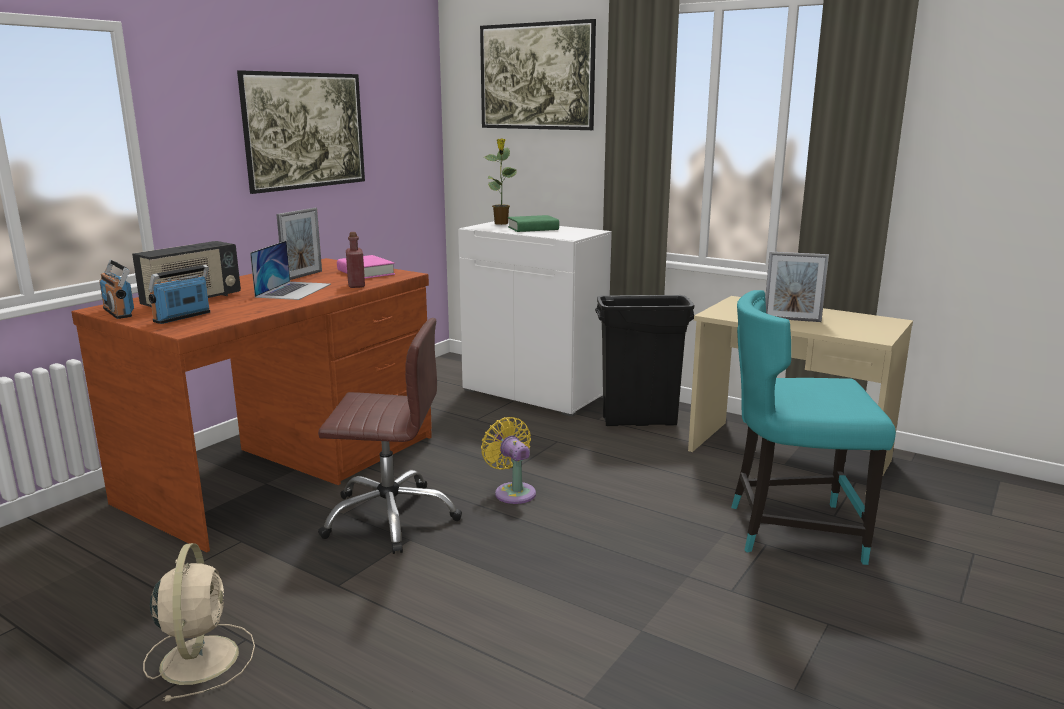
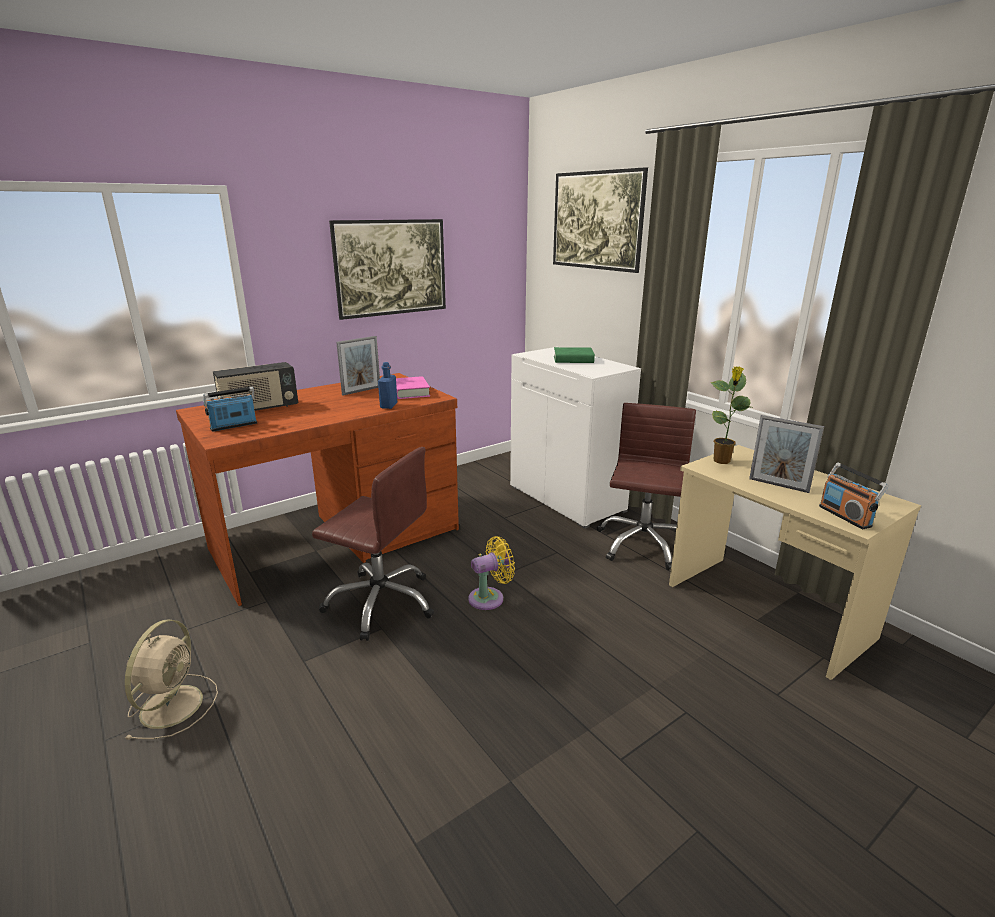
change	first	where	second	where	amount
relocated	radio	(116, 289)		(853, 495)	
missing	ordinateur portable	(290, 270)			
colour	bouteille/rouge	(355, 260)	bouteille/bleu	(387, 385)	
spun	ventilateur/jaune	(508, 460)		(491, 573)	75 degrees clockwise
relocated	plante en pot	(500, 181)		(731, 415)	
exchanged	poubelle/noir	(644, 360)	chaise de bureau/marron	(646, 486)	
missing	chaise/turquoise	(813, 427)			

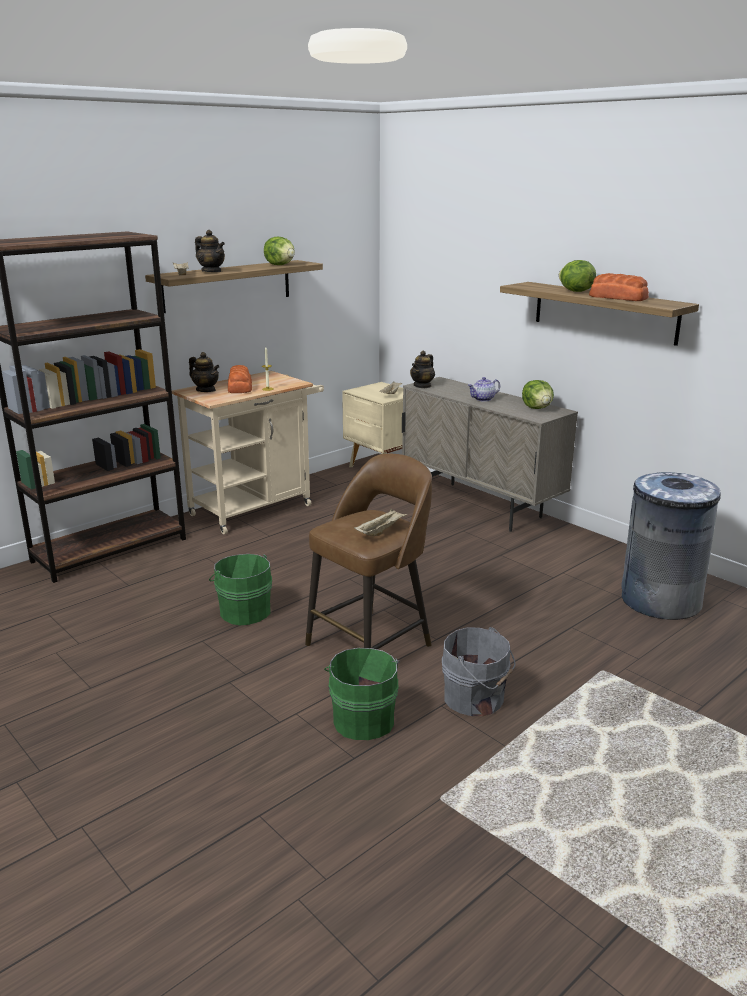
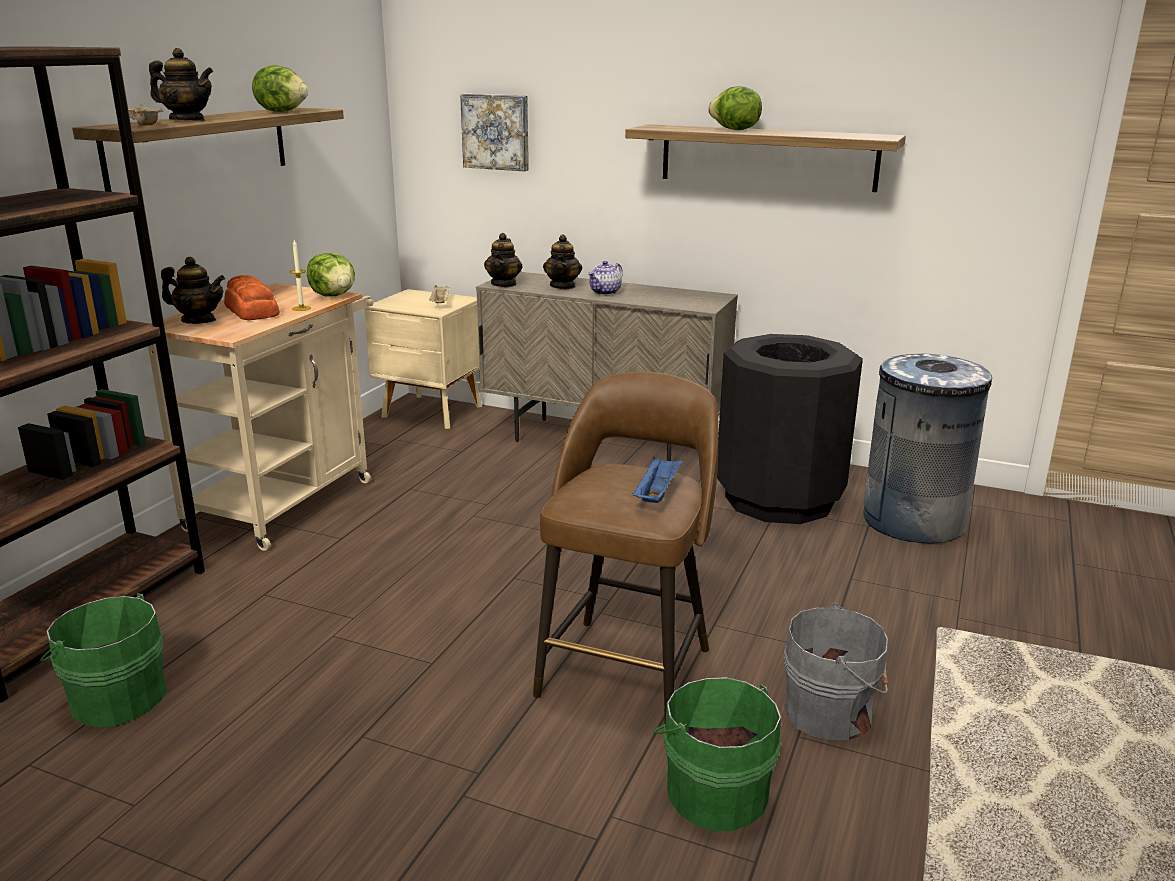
change	first	where	second	where	amount
relocated	seau/vert	(240, 589)		(103, 660)	
colour	plateau/beige	(381, 522)	plateau/bleu	(658, 479)	
relocated	laitue	(538, 394)		(331, 275)	
missing	pain	(619, 287)			
appeared			tableau	(494, 132)	
appeared			théière	(562, 261)	
appeared			poubelle/noir	(790, 429)	

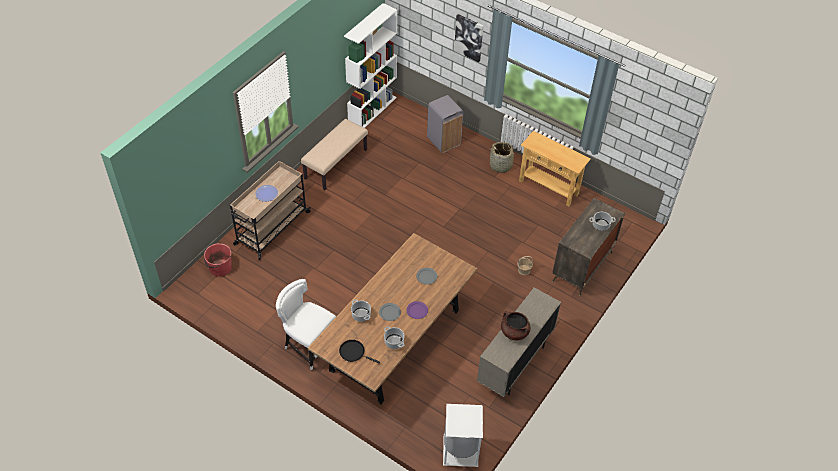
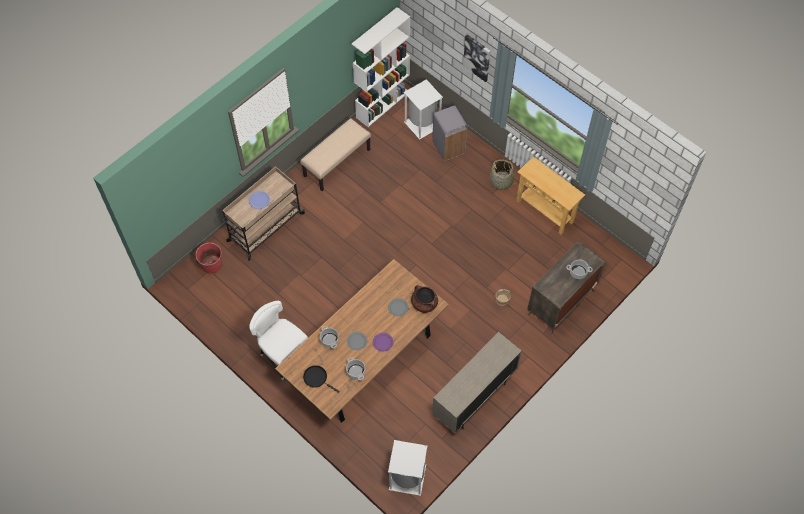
change	first	where	second	where	amount
relocated	marmite/marron	(516, 326)		(424, 299)	
appeared			poubelle/blanc	(423, 109)	

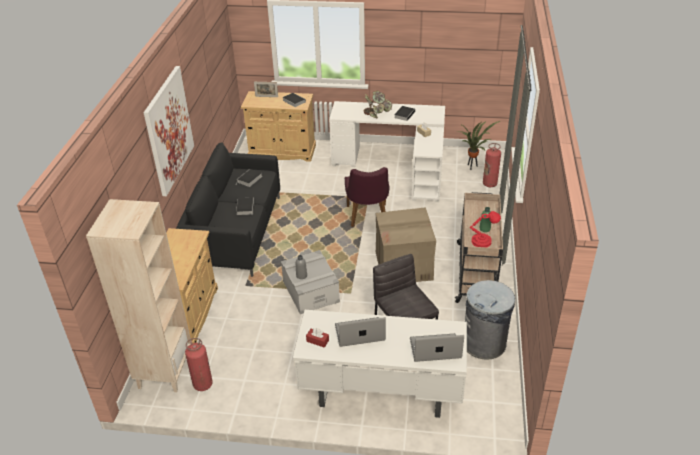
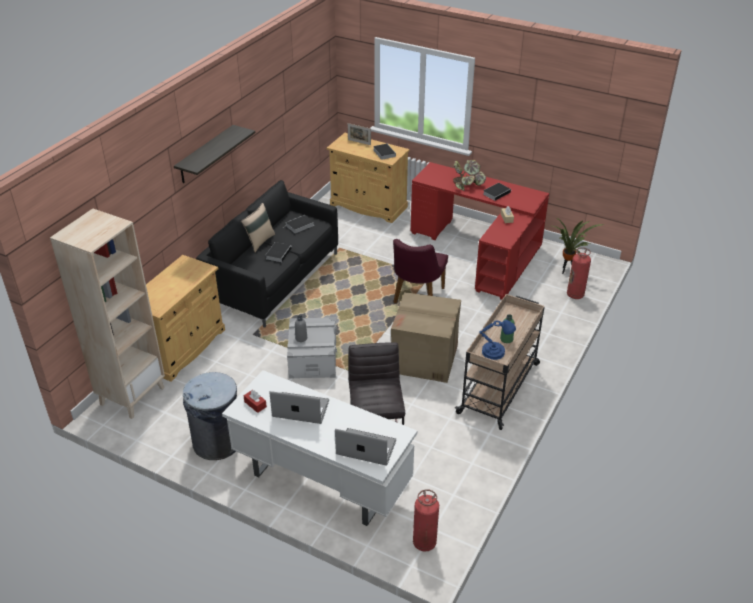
change	first	where	second	where	amount
exchanged	tableau	(168, 131)	étagère	(214, 154)	
relocated	extincteur	(199, 364)		(426, 520)	
colour	bureau/blanc	(387, 151)	bureau/rouge	(480, 231)	
relocated	poubelle/gris	(490, 320)		(210, 416)	
colour	lampe de table/rouge	(485, 229)	lampe de table/bleu	(497, 340)	
appeared			coussin/beige	(258, 227)	

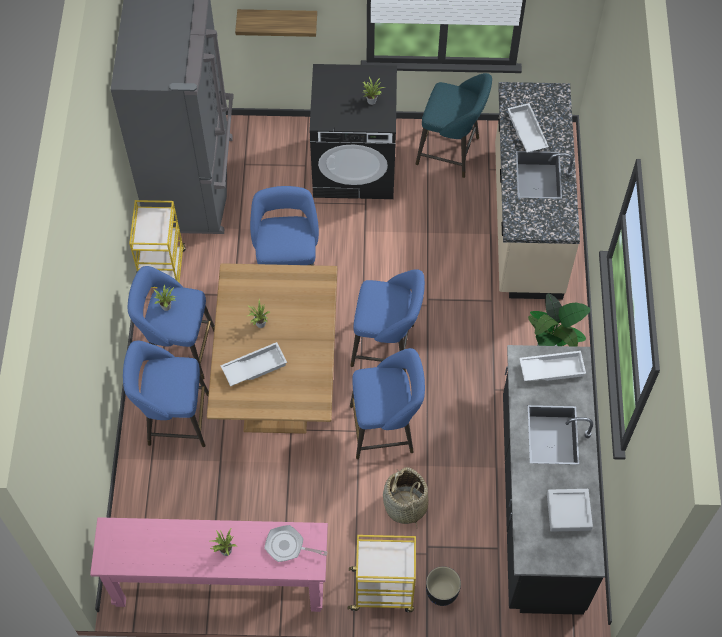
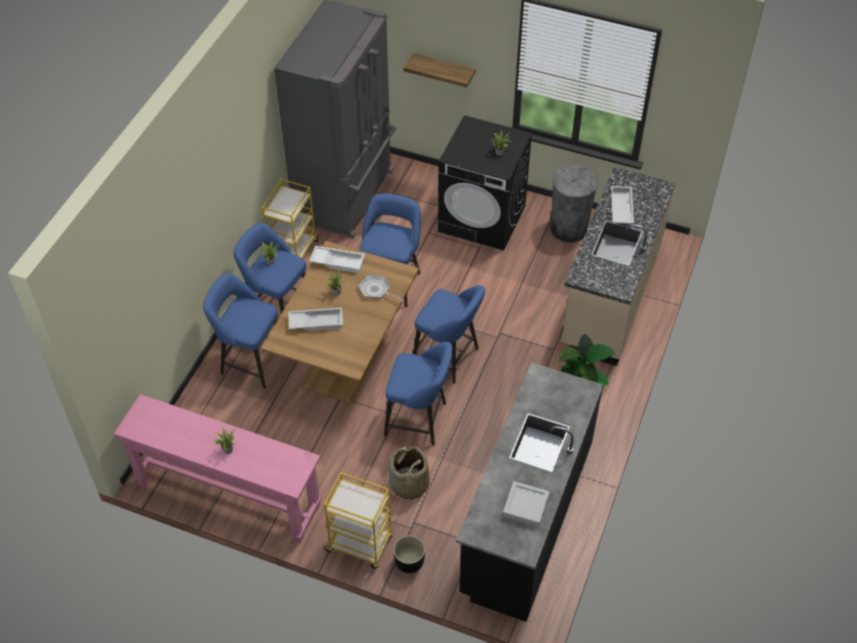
change	first	where	second	where	amount
relocated	poêle	(296, 543)		(381, 288)	
exchanged	tabouret/turquoise	(454, 125)	poubelle/gris	(574, 203)	
relocated	plateau/blanc	(552, 366)		(337, 259)	

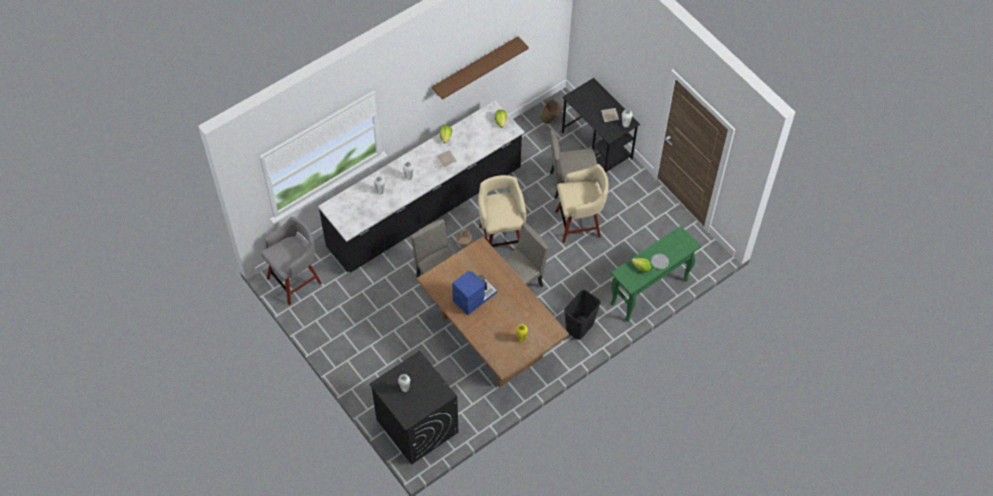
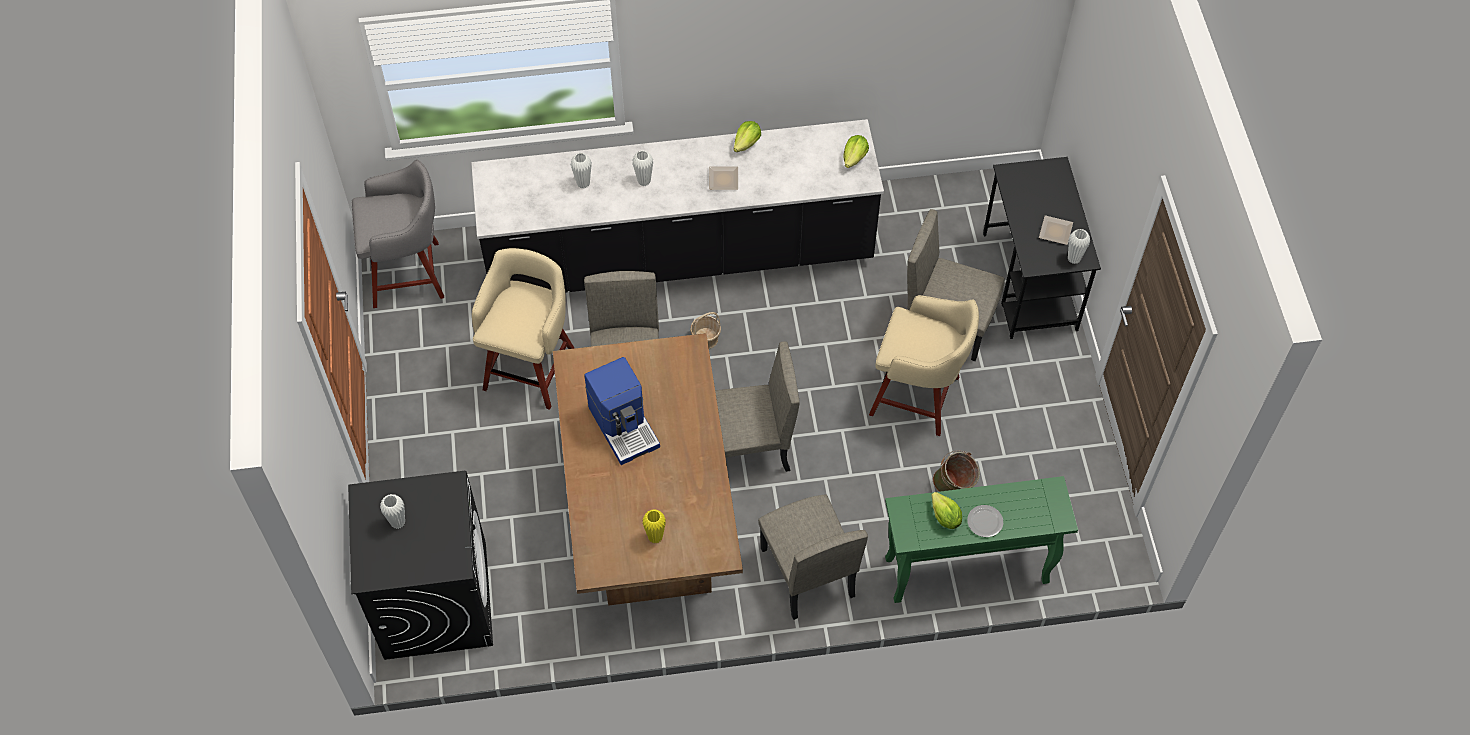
change	first	where	second	where	amount
missing	étagère/marron	(480, 68)			
spun	machine à café	(474, 293)		(622, 411)	75 degrees clockwise
relocated	tabouret/beige	(502, 211)		(523, 329)	
relocated	seau/vert	(551, 111)		(956, 471)	
exchanged	poubelle/noir	(582, 314)	chaise/beige	(813, 557)	

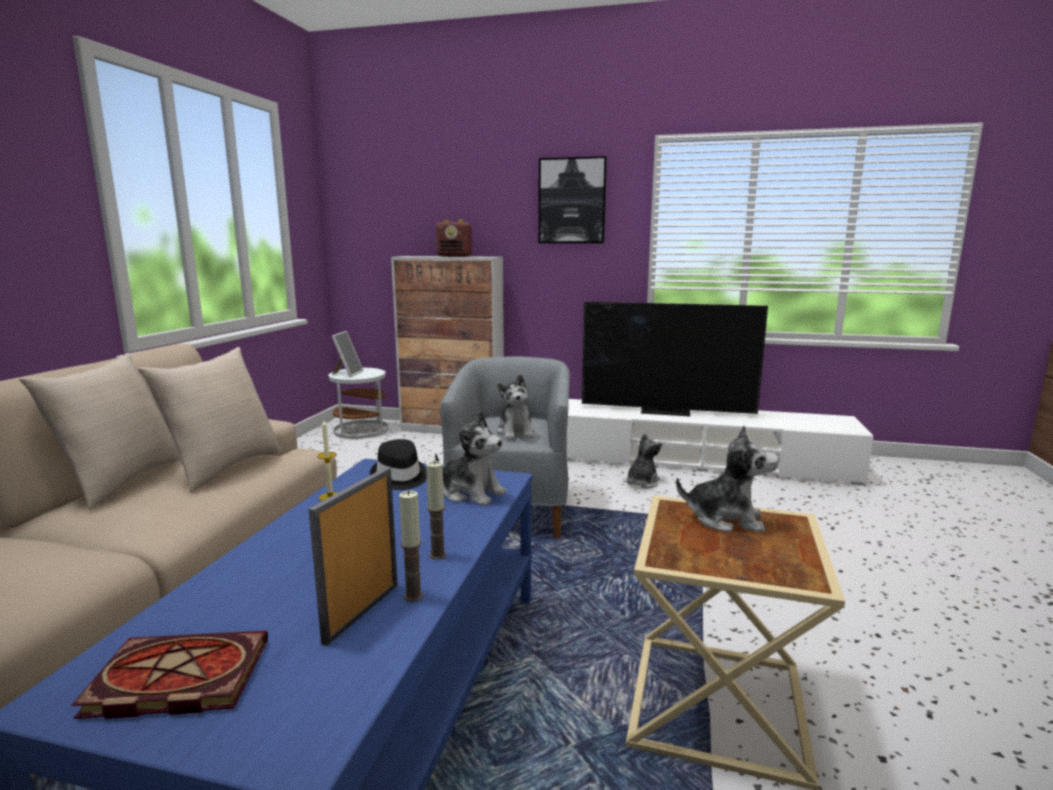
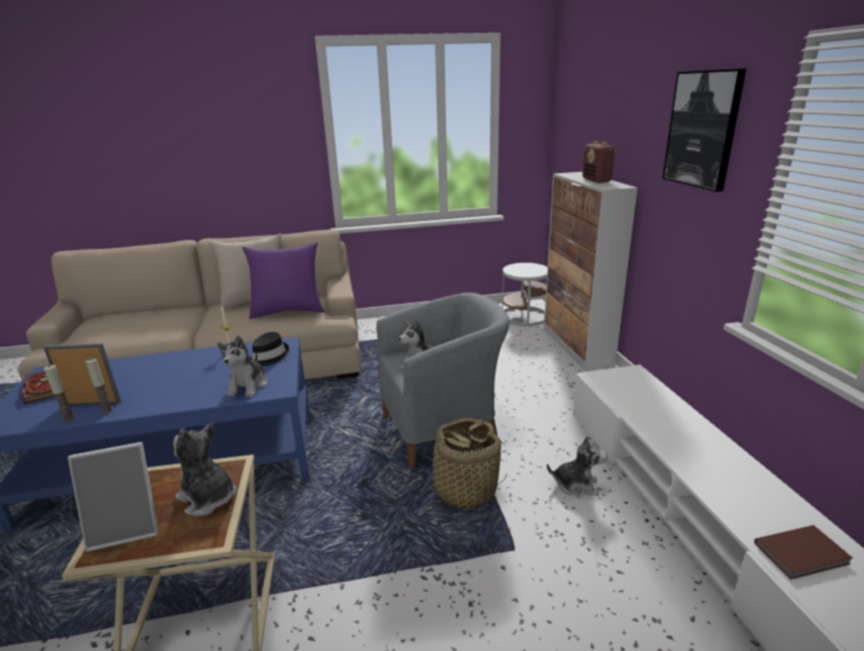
change	first	where	second	where	amount
colour	coussin/beige	(209, 419)	coussin/violet	(283, 280)	
relocated	cadre photo	(347, 354)		(113, 497)	
relocated	bougie	(436, 510)		(59, 393)	
missing	téléviseur	(675, 359)			
spun	peluche	(727, 479)		(205, 469)	135 degrees clockwise
appeared			panier	(461, 464)	
appeared			livre/marron	(803, 552)	

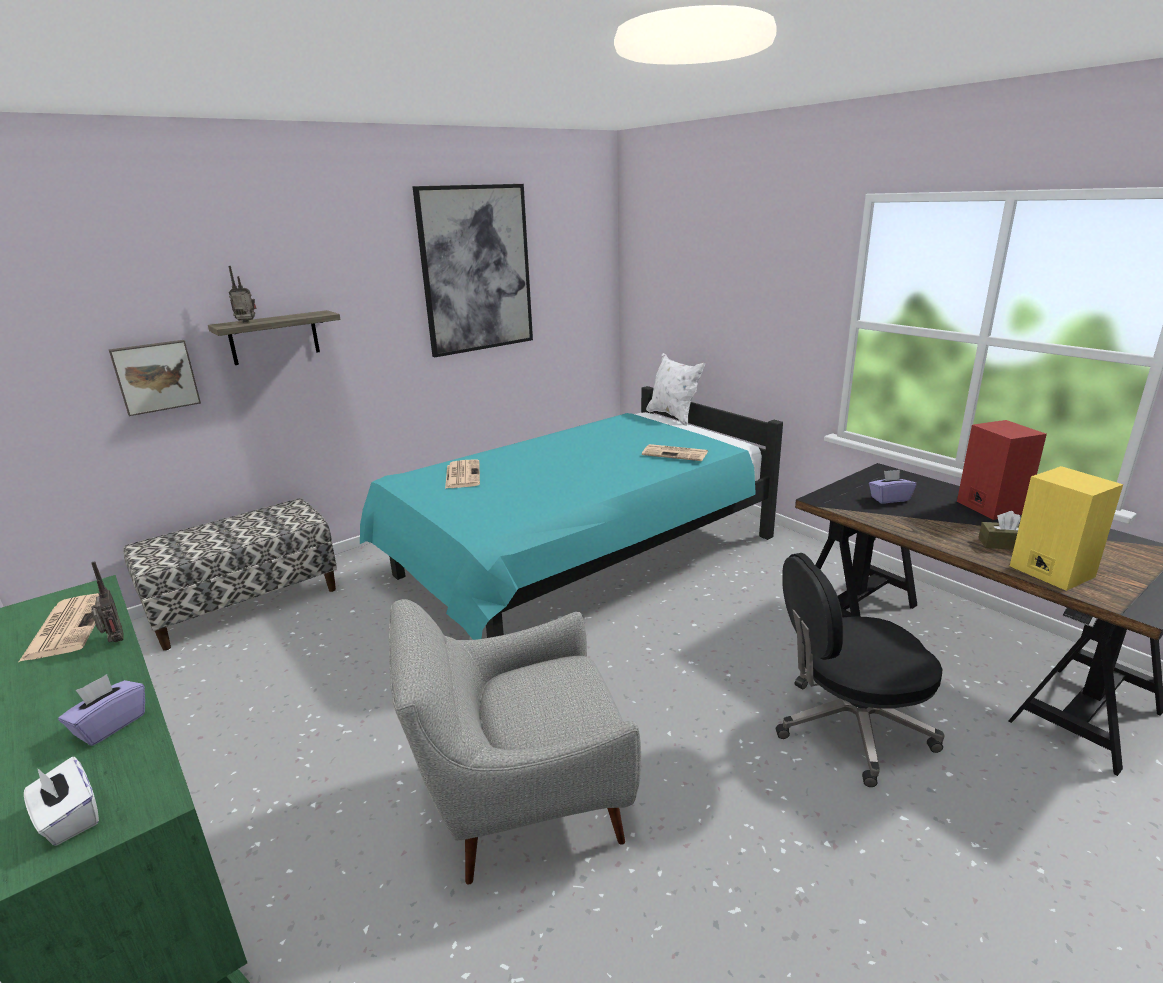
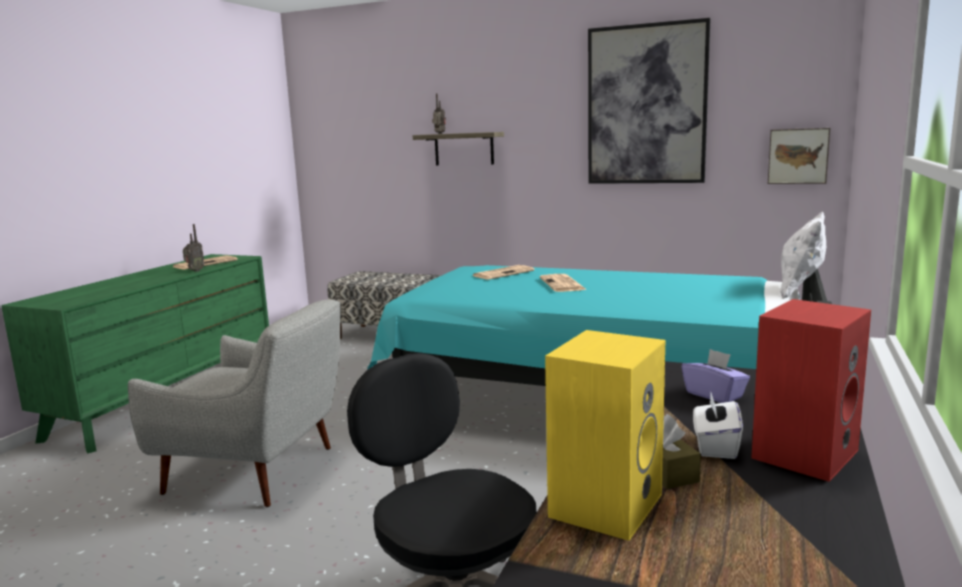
change	first	where	second	where	amount
relocated	boîte à mouchoirs/blanc	(61, 801)		(718, 426)	
missing	boîte à mouchoirs/violet	(101, 710)			
relocated	tableau	(155, 378)		(799, 156)	
spun	fauteuil/gris	(515, 742)		(234, 403)	150 degrees clockwise
relocated	journal	(675, 452)		(563, 283)	

